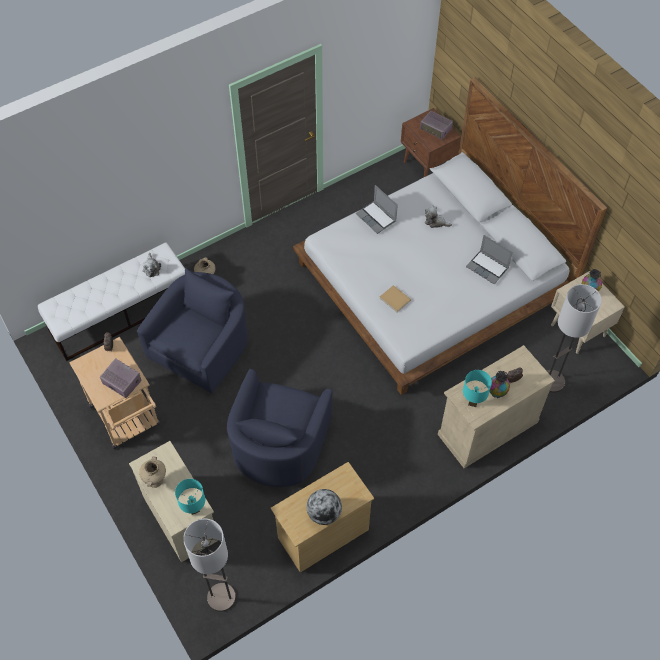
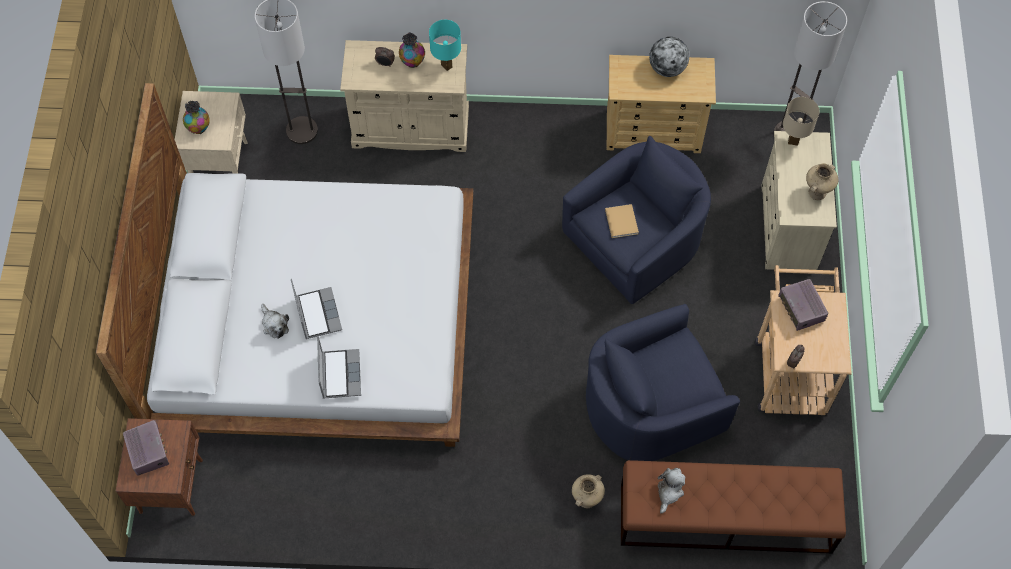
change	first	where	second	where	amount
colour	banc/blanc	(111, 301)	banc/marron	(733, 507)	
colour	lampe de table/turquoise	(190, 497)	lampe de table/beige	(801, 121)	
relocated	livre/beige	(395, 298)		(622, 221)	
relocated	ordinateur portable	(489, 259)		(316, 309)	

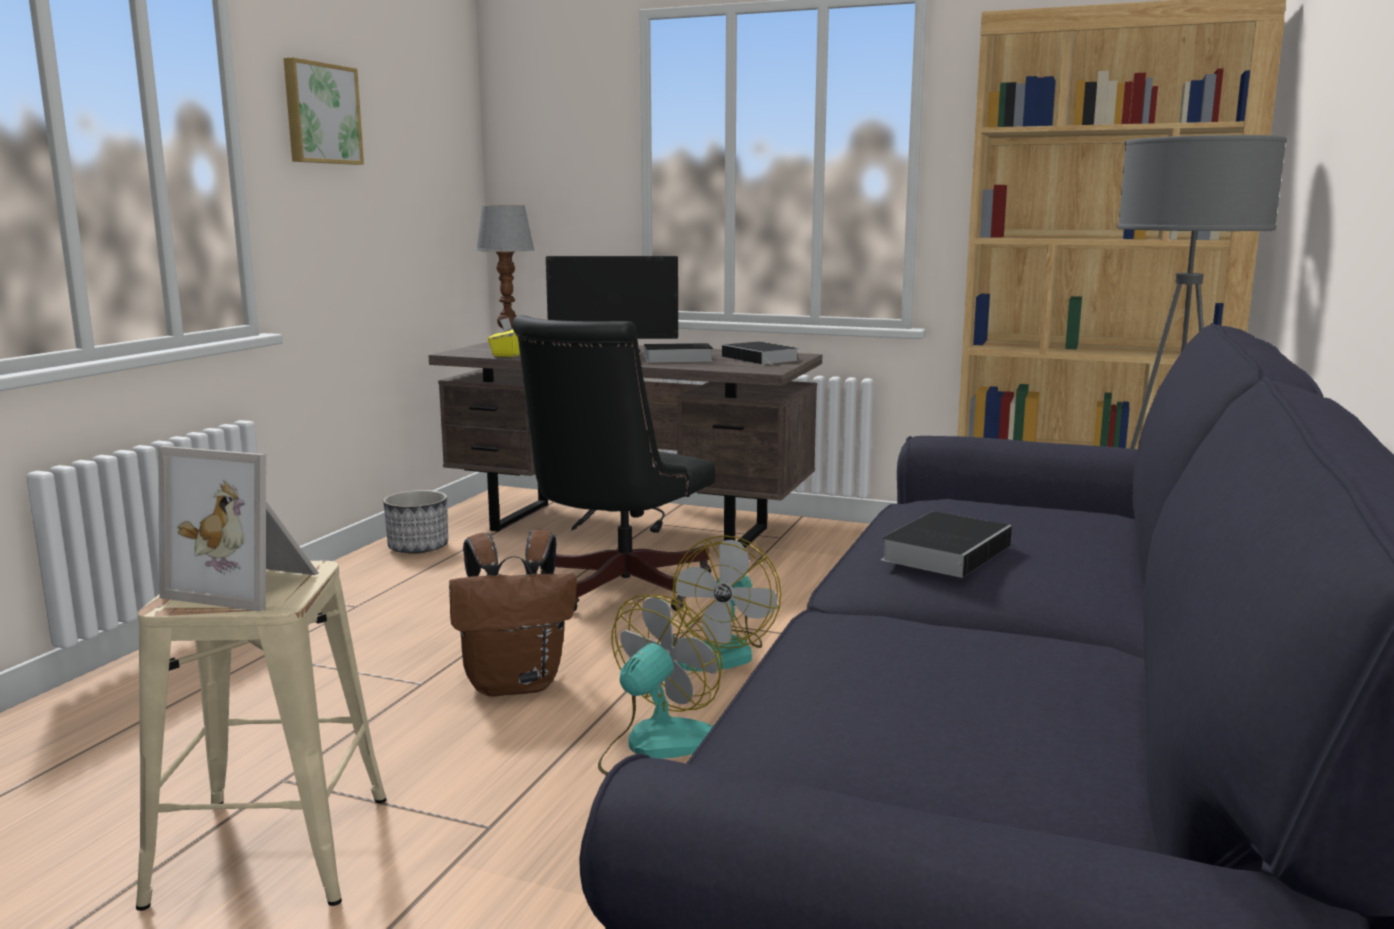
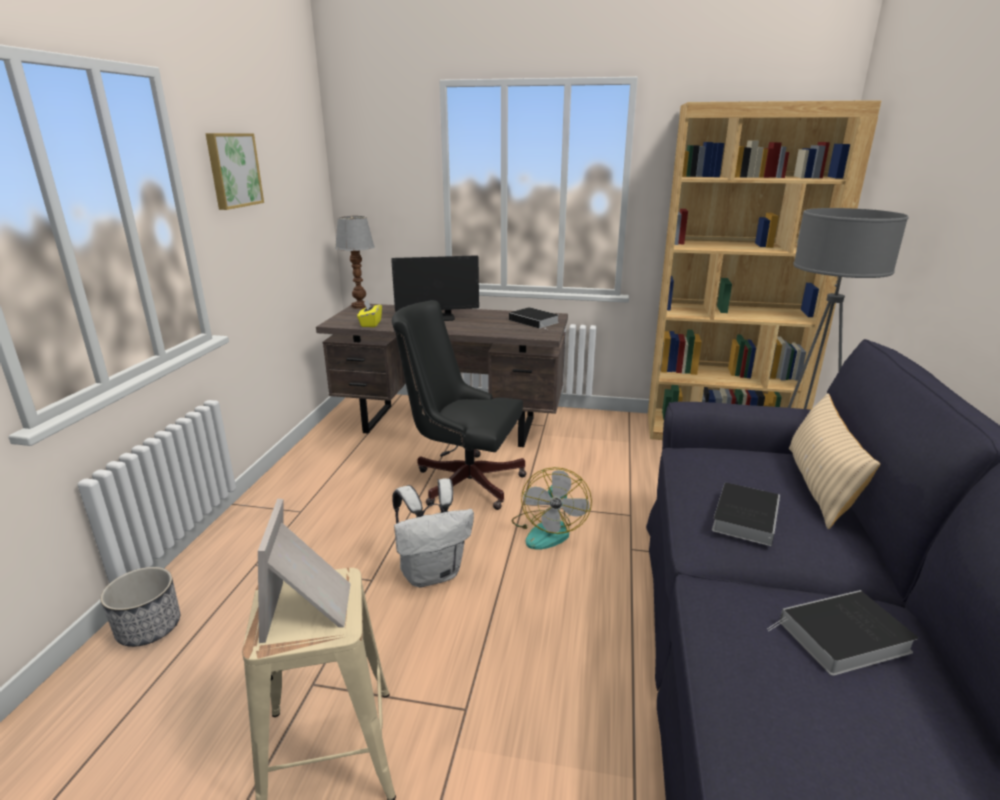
change	first	where	second	where	amount
spun	cadre photo	(238, 529)		(304, 571)	75 degrees clockwise
relocated	cache-pot	(415, 522)		(140, 607)	
colour	sac à dos/marron	(513, 613)	sac à dos/blanc	(433, 532)	
spun	chaise de bureau/noir	(613, 463)		(459, 405)	90 degrees clockwise
missing	ventilateur	(660, 685)			
relocated	livre	(678, 353)		(842, 633)	
appeared			coussin/beige	(834, 461)	

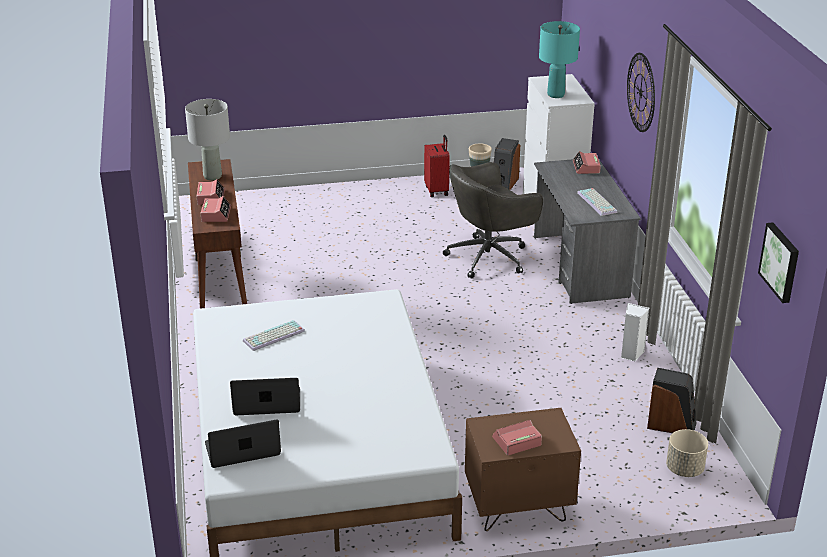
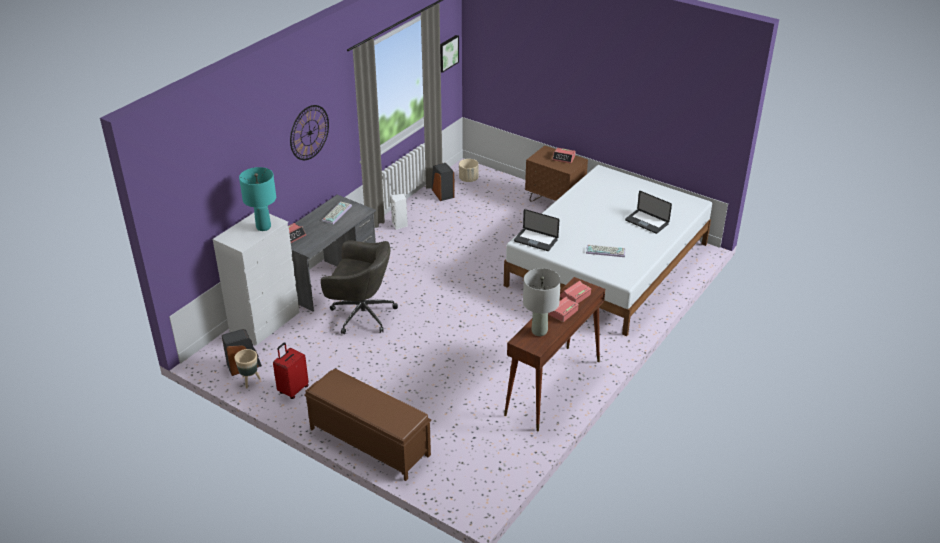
change	first	where	second	where	amount
relocated	ordinateur portable	(243, 444)		(536, 230)	
appeared			banc/marron	(367, 425)	

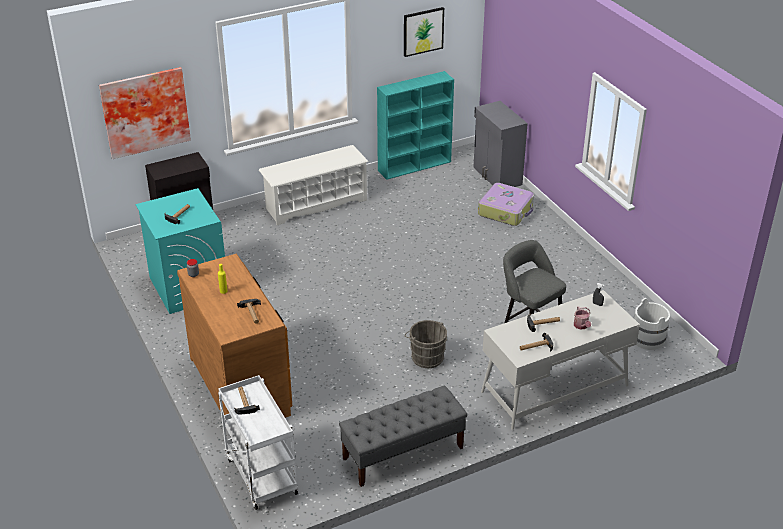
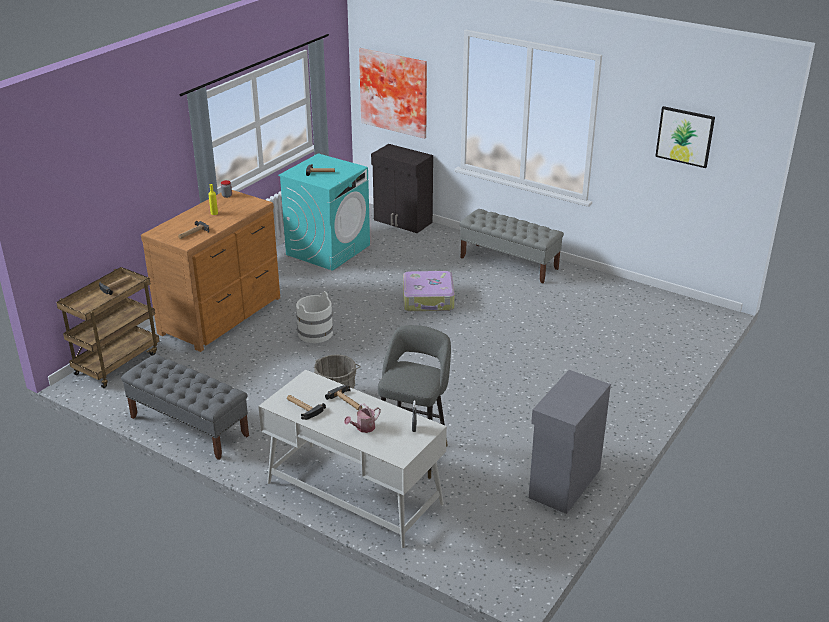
change	first	where	second	where	amount
colour	chariot/blanc	(258, 442)	chariot/marron	(108, 327)	
exchanged	étagère à chaussures/blanc	(314, 185)	banc/gris	(511, 246)	
missing	bibliothèque/turquoise	(415, 125)			
relocated	meuble de rangement/gris	(500, 144)		(570, 442)	
relocated	valise	(506, 204)		(429, 291)	
relocated	seau/blanc	(652, 324)		(314, 317)	

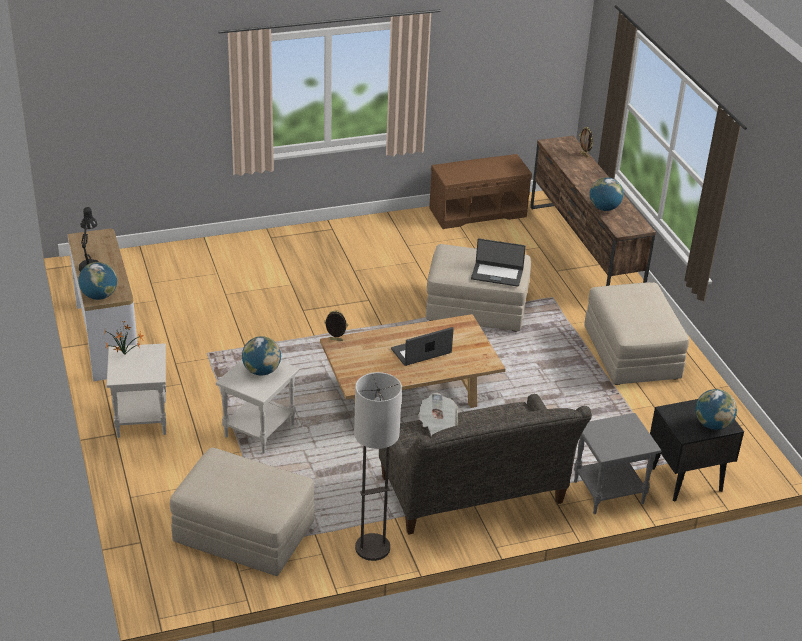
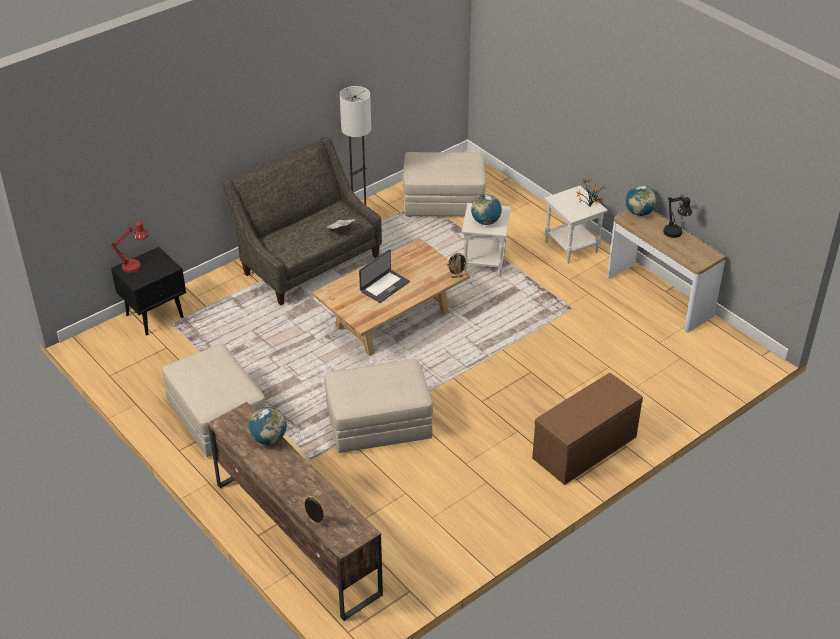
change	first	where	second	where	amount
relocated	banc/marron	(480, 191)		(587, 429)	
missing	ordinateur portable	(498, 262)			
missing	table d'appoint/gris	(617, 463)			
exchanged	globe	(716, 409)	lampe de table/rouge	(130, 247)	

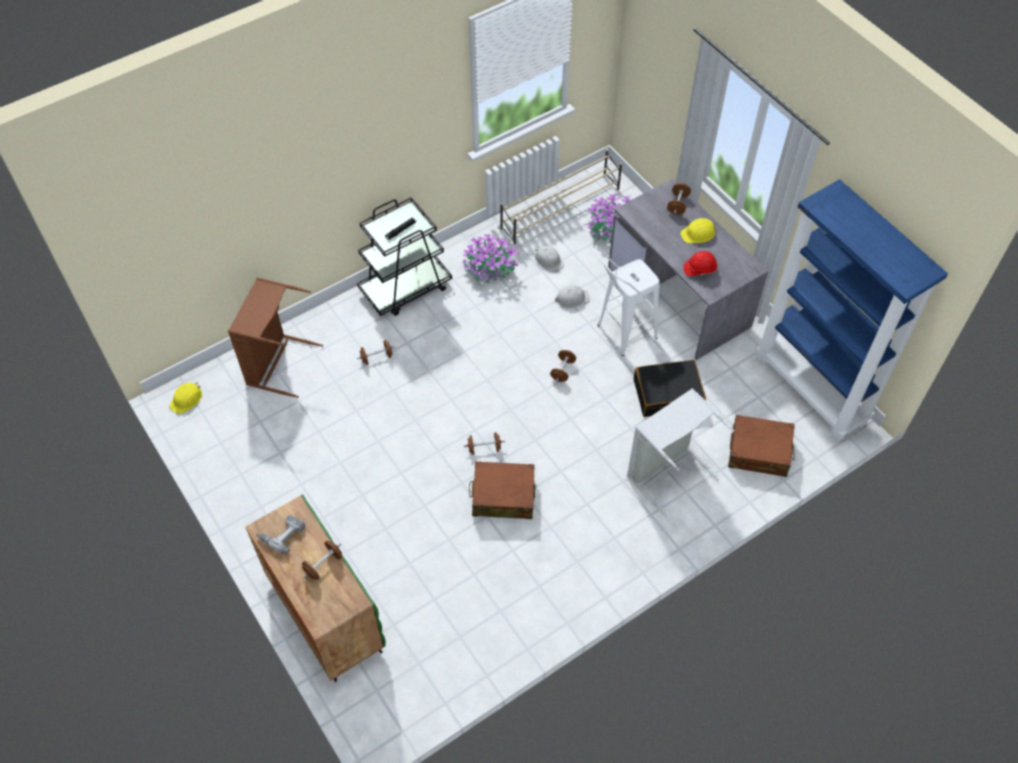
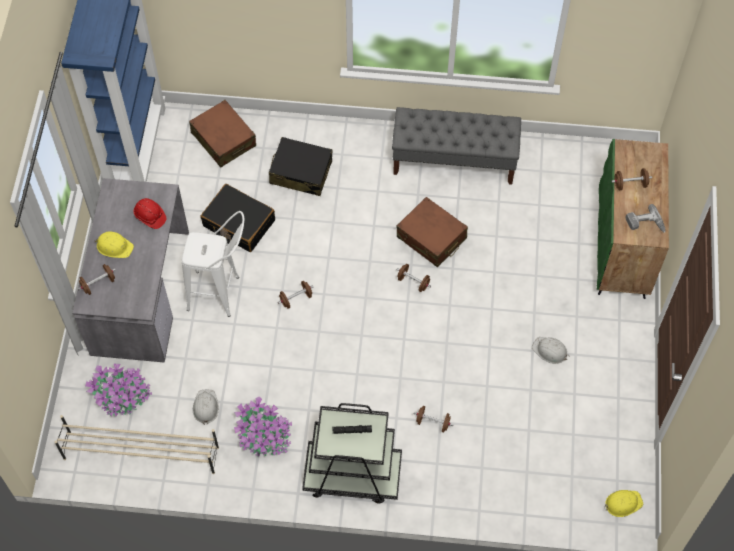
change	first	where	second	where	amount
missing	panier à linge/marron	(275, 337)			
relocated	casque de chantier/blanc	(572, 296)		(551, 350)	
exchanged	panier à linge/gris	(681, 453)	valise/noir	(301, 166)	
appeared			banc/gris	(456, 146)	

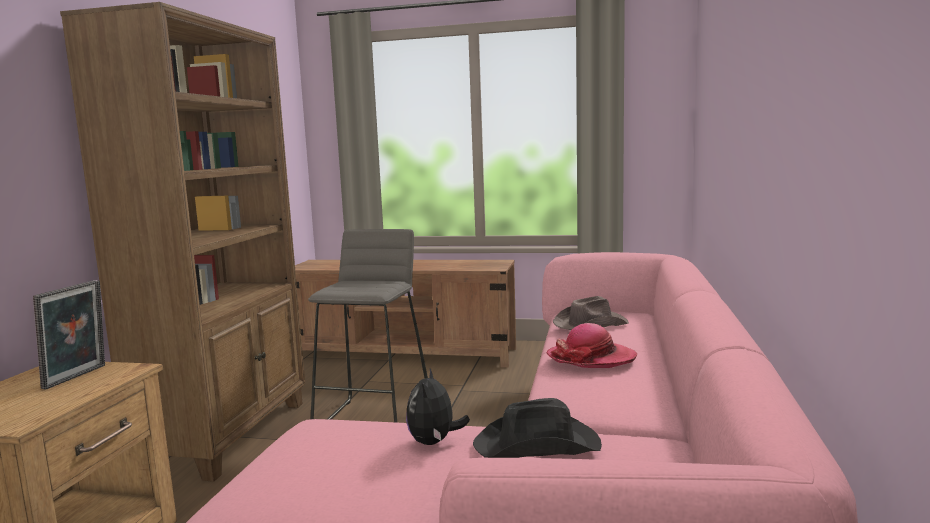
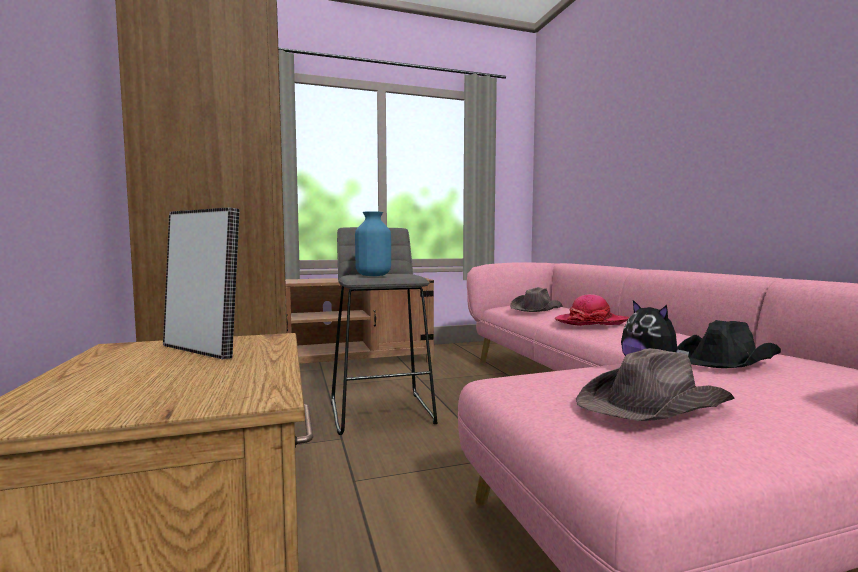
change	first	where	second	where	amount
spun	cadre photo	(69, 335)		(201, 283)	45 degrees counterclockwise
appeared			vase/bleu	(373, 243)	
appeared			chapeau/marron	(655, 384)	

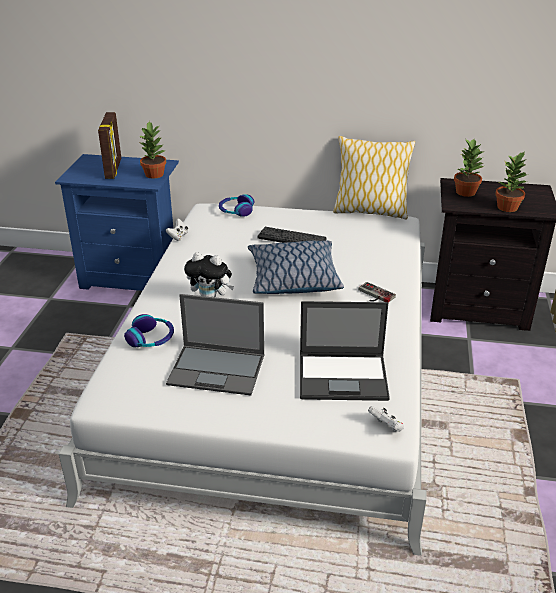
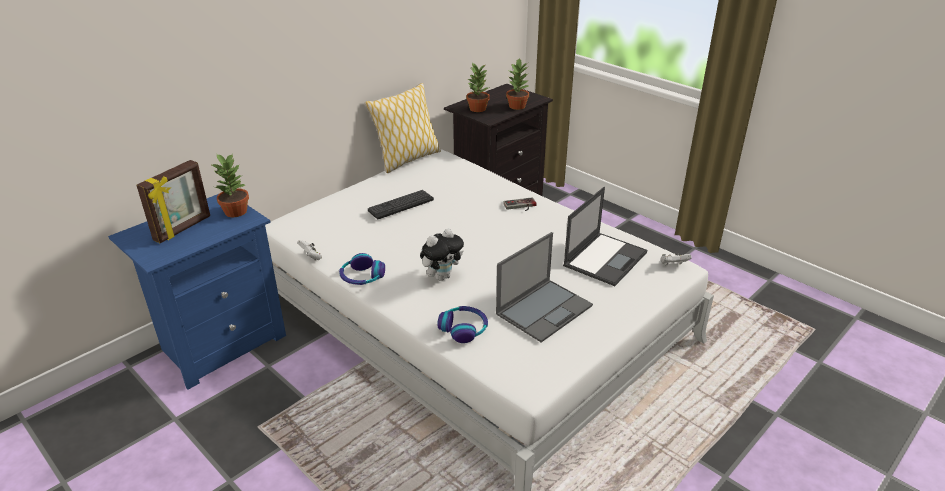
change	first	where	second	where	amount
spun	cadre photo	(109, 145)		(173, 201)	90 degrees clockwise
relocated	casque audio	(236, 205)		(362, 269)	
missing	coussin	(296, 267)			

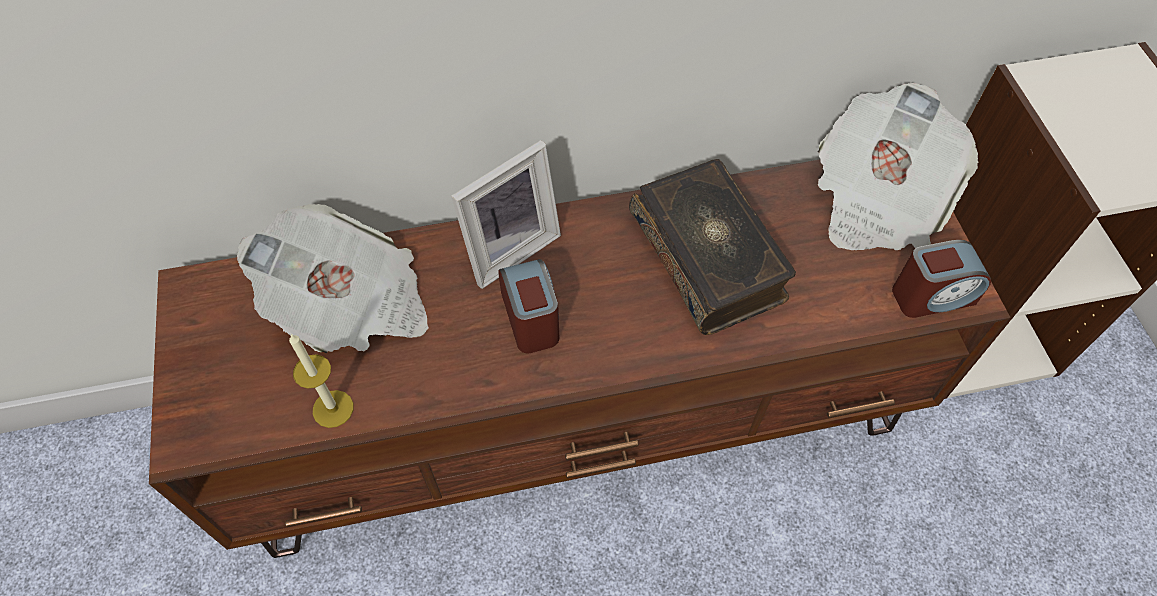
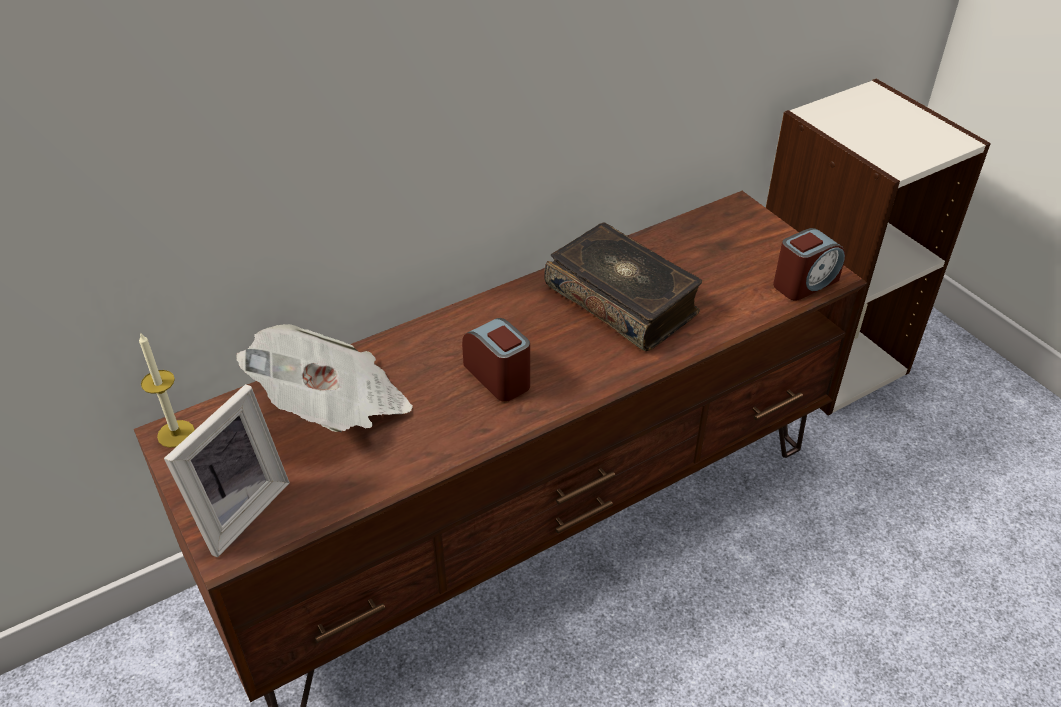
change	first	where	second	where	amount
relocated	bougie	(321, 381)		(167, 390)	
relocated	cadre photo	(506, 214)		(227, 470)	
missing	journal	(898, 166)			

